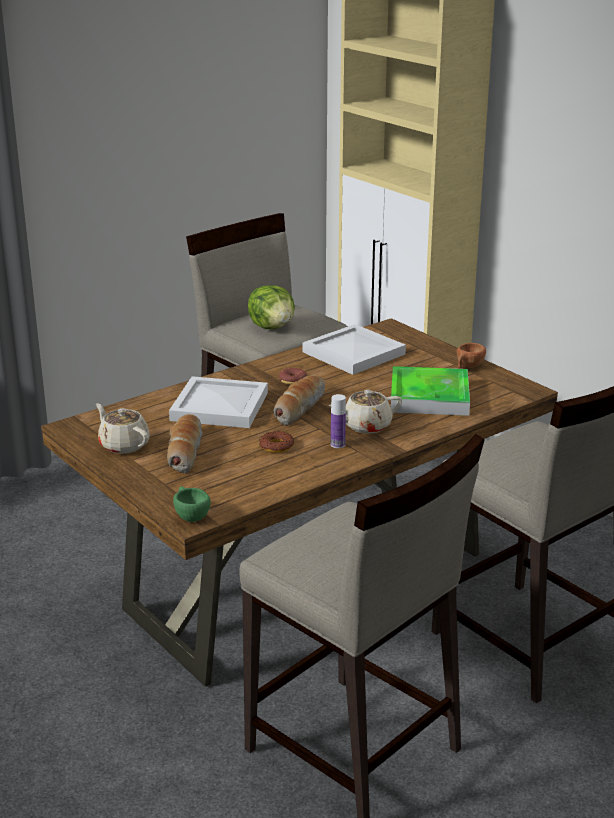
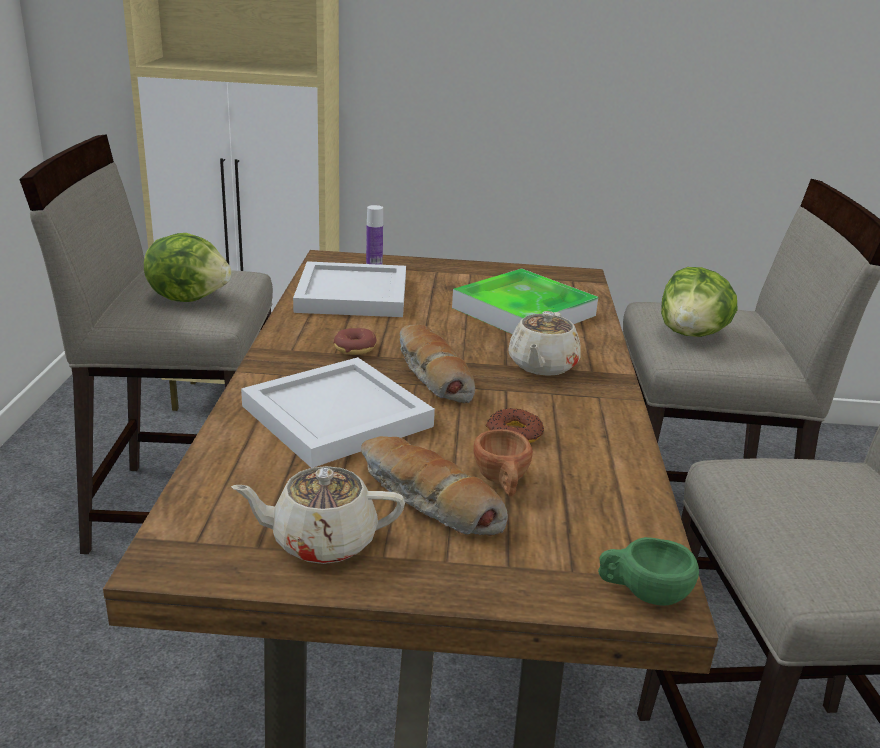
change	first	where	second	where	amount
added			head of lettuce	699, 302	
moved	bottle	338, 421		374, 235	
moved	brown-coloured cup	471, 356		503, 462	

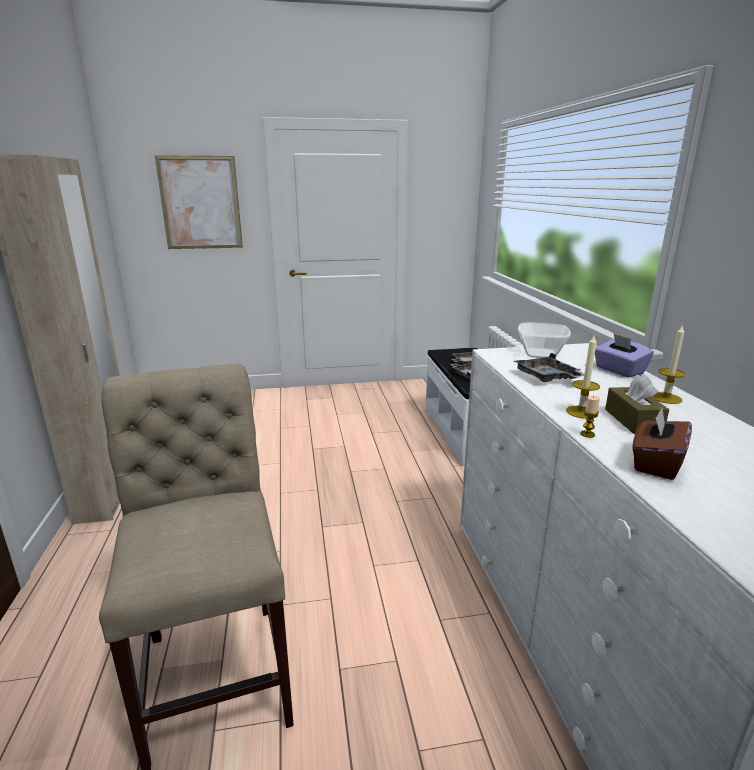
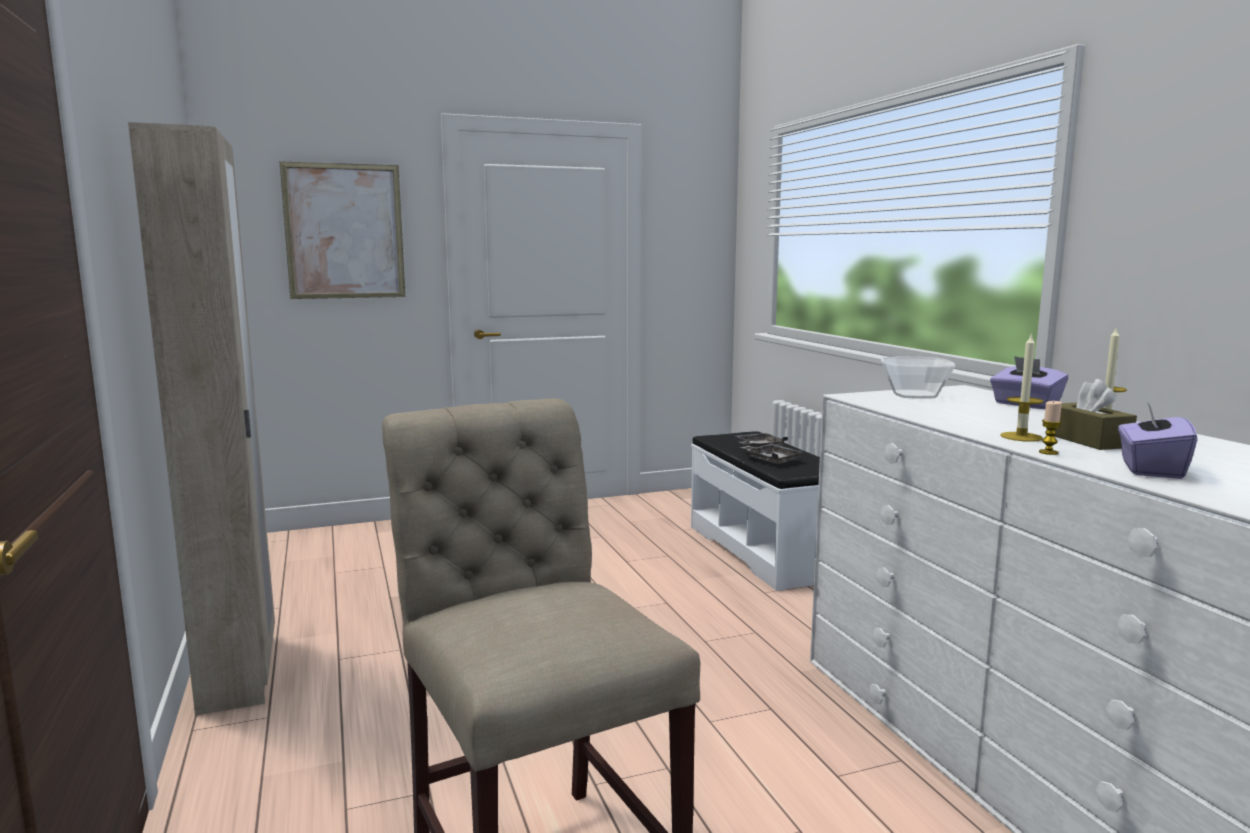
change	first	where	second	where	amount
removed	greyish carrying tray	549, 367			
recoloured	brown-coloured tissue holder	662, 444	purple-coloured tissue holder	1157, 440	

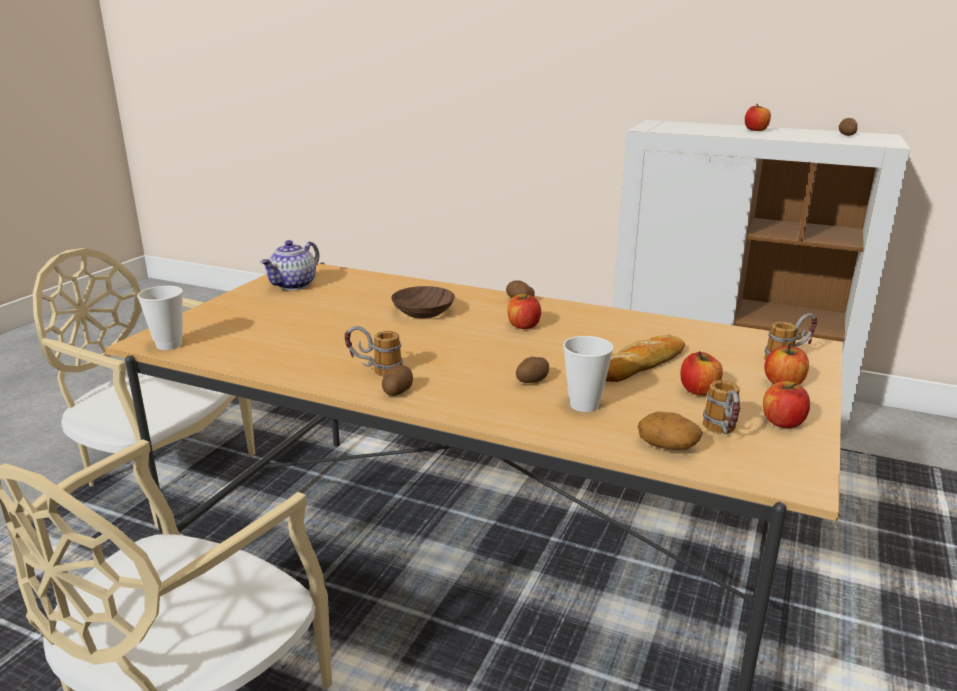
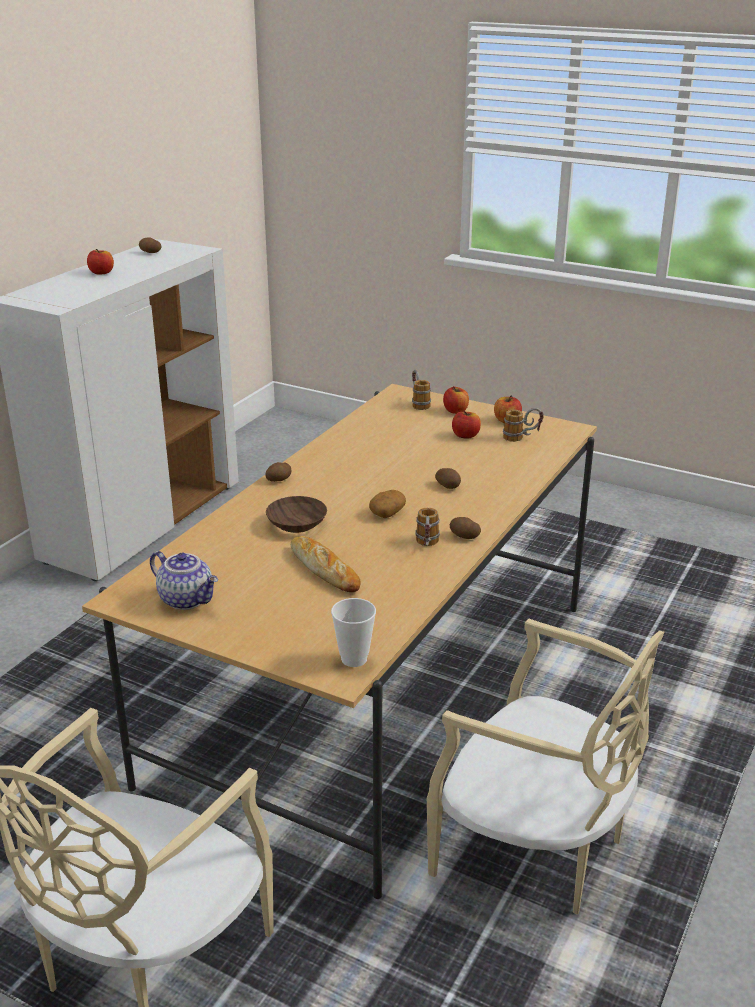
change	first	where	second	where	amount
removed	apple	524, 311			
removed	cup	588, 374			
moved	baked bread	645, 358		326, 564	
moved	spud	670, 431		387, 504	

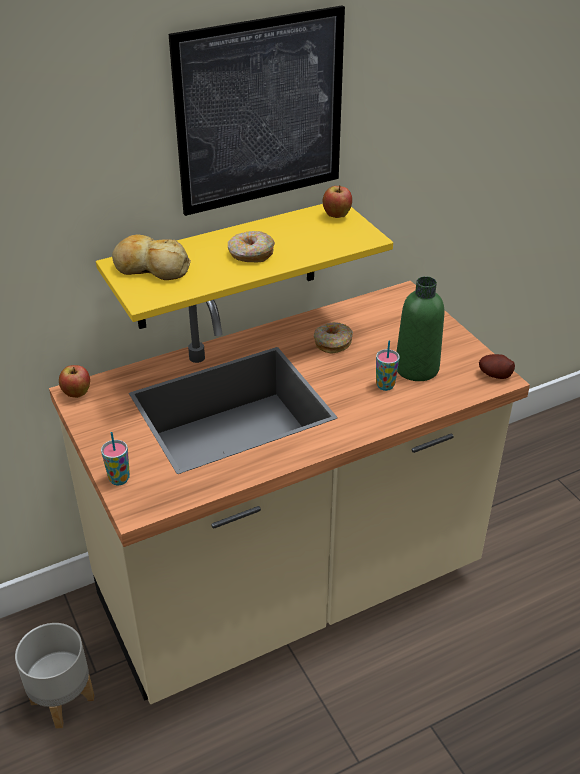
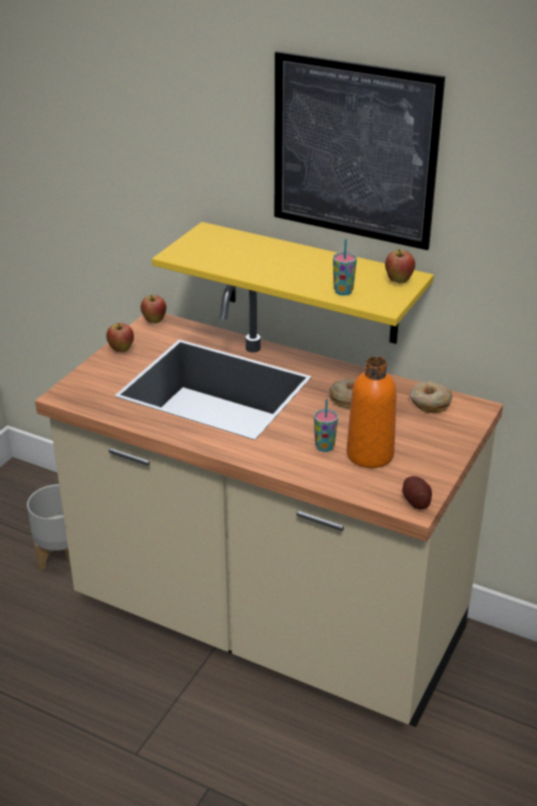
change	first	where	second	where	amount
removed	baked bread	151, 257			
added			apple	120, 337	
moved	cup	115, 458		345, 267	
moved	ring doughnut	251, 246		431, 397	
recoloured	green-coloured bottle	420, 328	orangey bottle	372, 412	

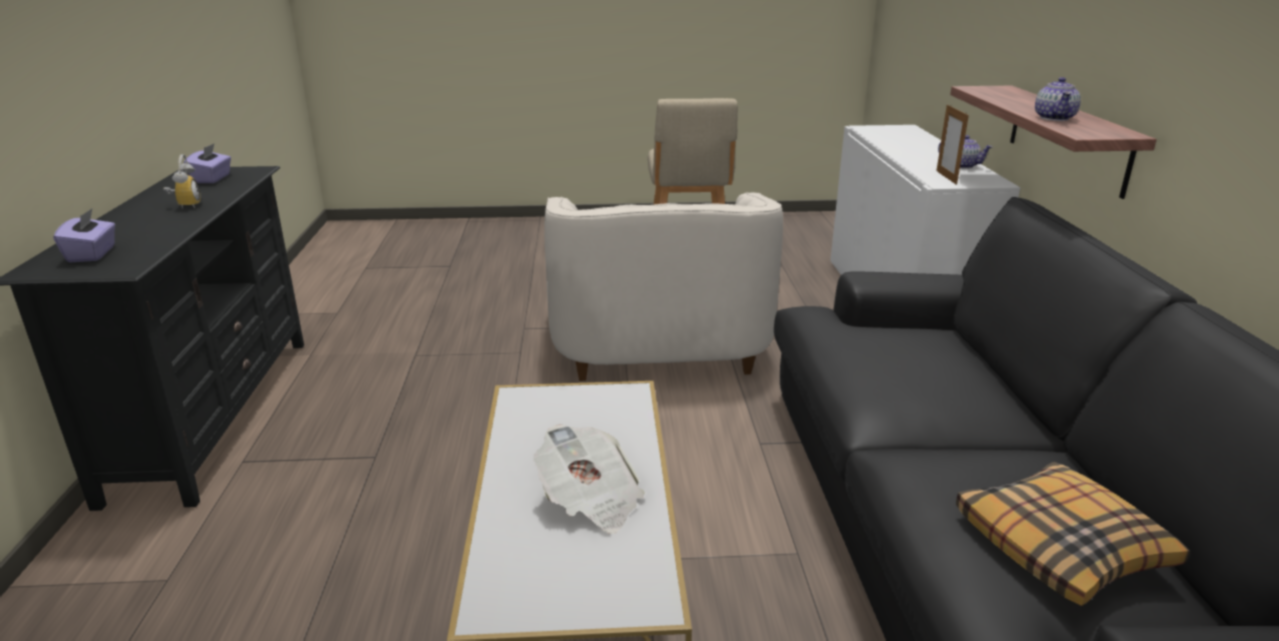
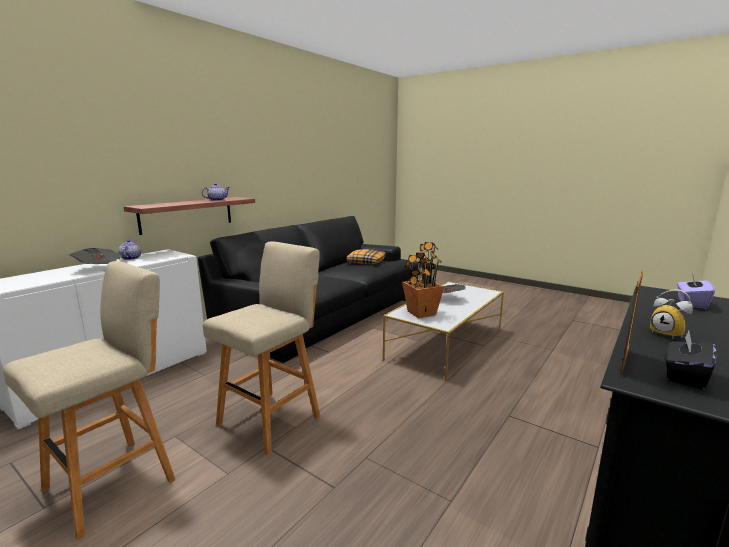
change	first	where	second	where	amount
added			newspaper	95, 256	
added			houseplant	423, 280	
moved	standing frame	953, 144		632, 322	
replaced	white-coloured easy chair	663, 286	sand-coloured sitting stool	262, 348	
recoloured	purple-coloured tissue holder	207, 163	black-coloured tissue holder	691, 360	
turned	bedside clock	182, 181		671, 314	60 degrees counterclockwise

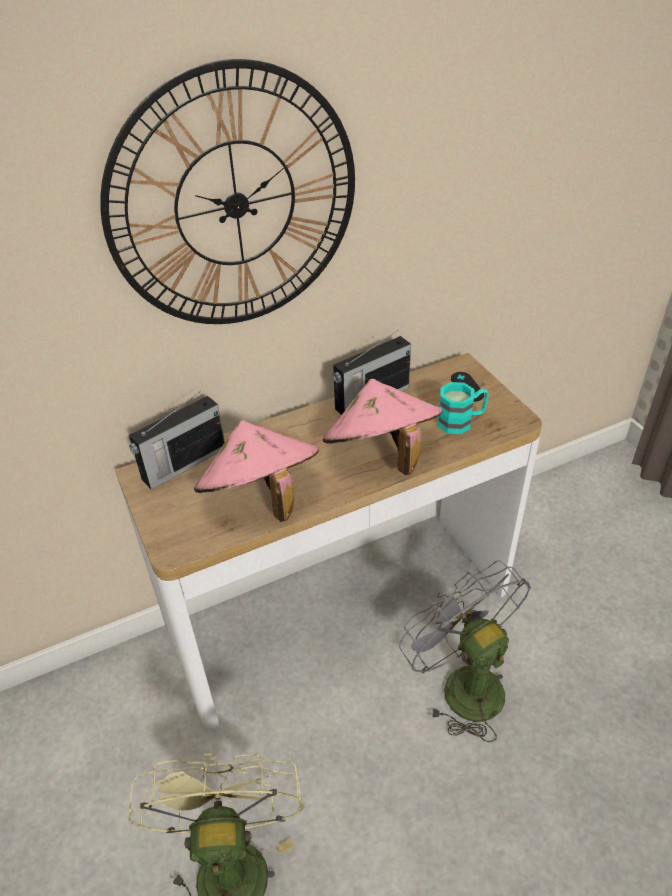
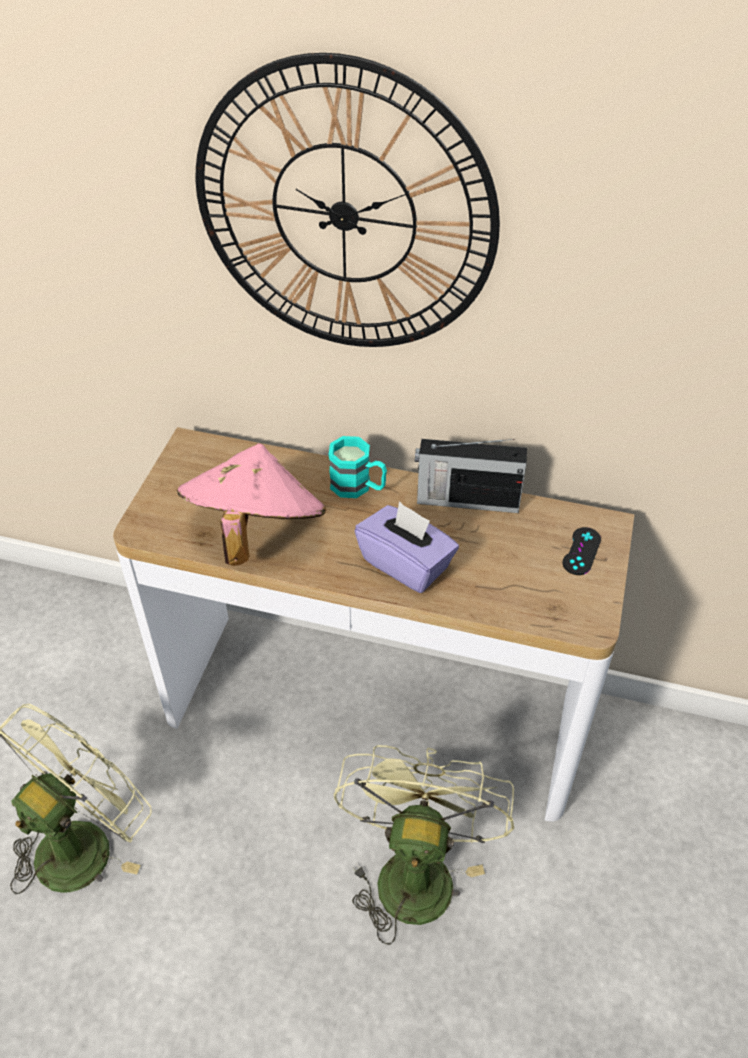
change	first	where	second	where	amount
removed	radio set	177, 441			
moved	turquoise-coloured coffee mug	463, 408		357, 467	
replaced	pinkish wearable hat	382, 427	purple-coloured tissue holder	407, 547	
recoloured	greyish fan	465, 651	green-coloured fan	424, 845	

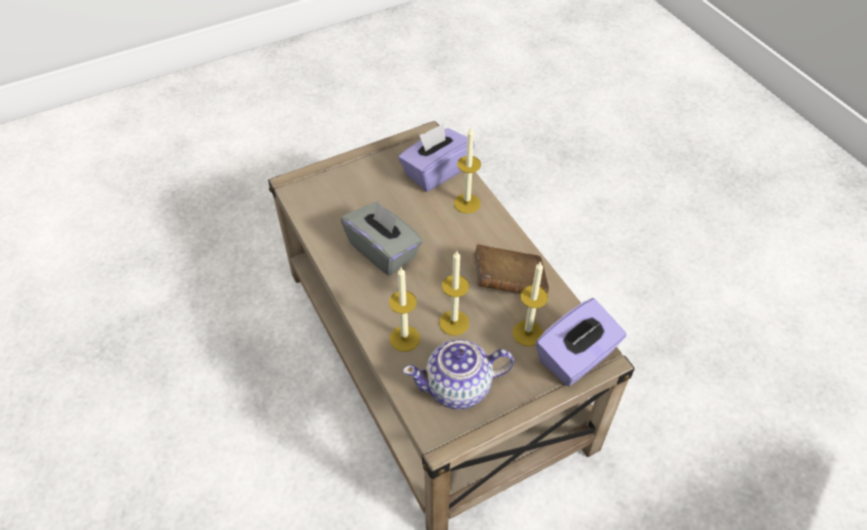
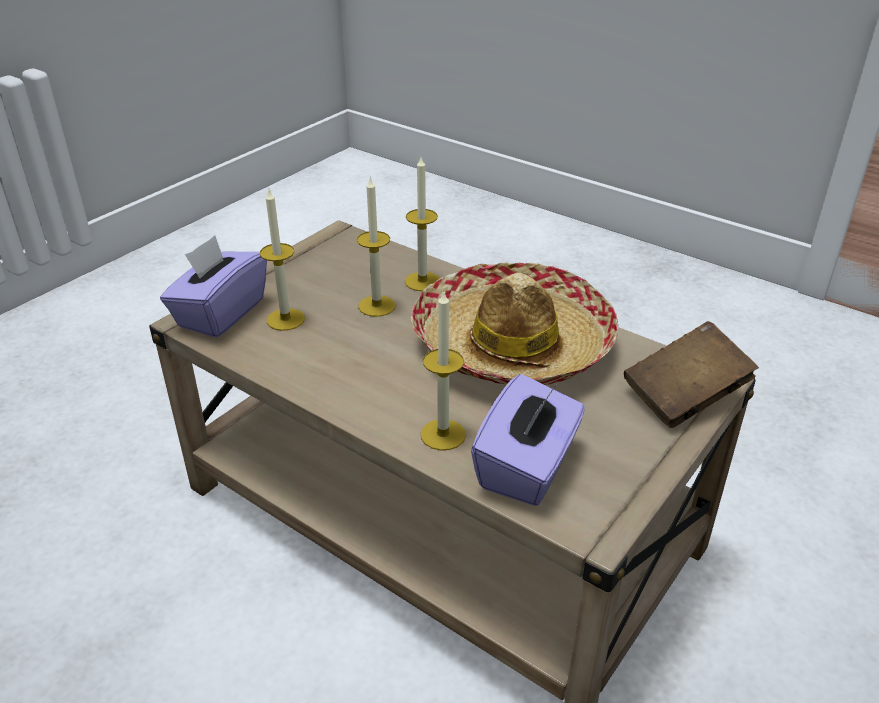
change	first	where	second	where	amount
removed	teapot	458, 374			
moved	brown-coloured bound book	510, 269		691, 374	
replaced	greyish tissue holder	382, 238	wearable hat	514, 323	

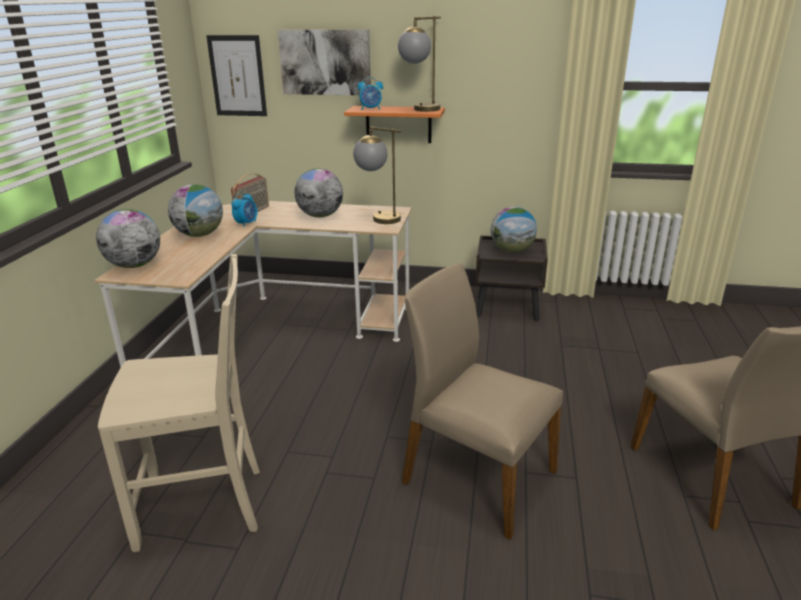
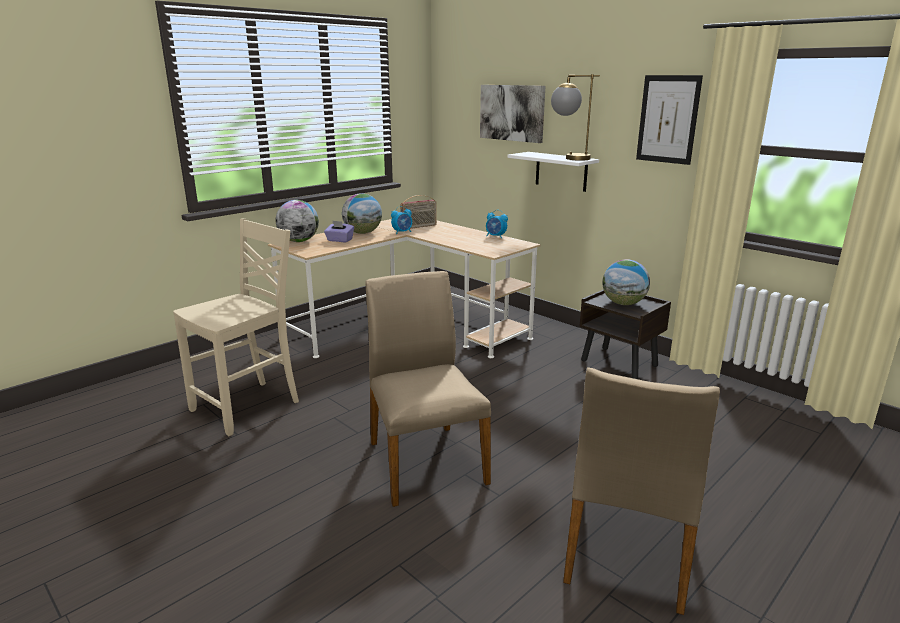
change	first	where	second	where	amount
removed	world globe	319, 193			
removed	lamp for a table	377, 175			
added			purple-coloured tissue holder	339, 231	
moved	wall art	236, 75		669, 120	
moved	bedside clock	370, 93		497, 224	
recoloured	orangey shelf	394, 124	white-coloured shelf	553, 172	
turned	sand-coloured upright chair	179, 403		236, 327	75 degrees counterclockwise

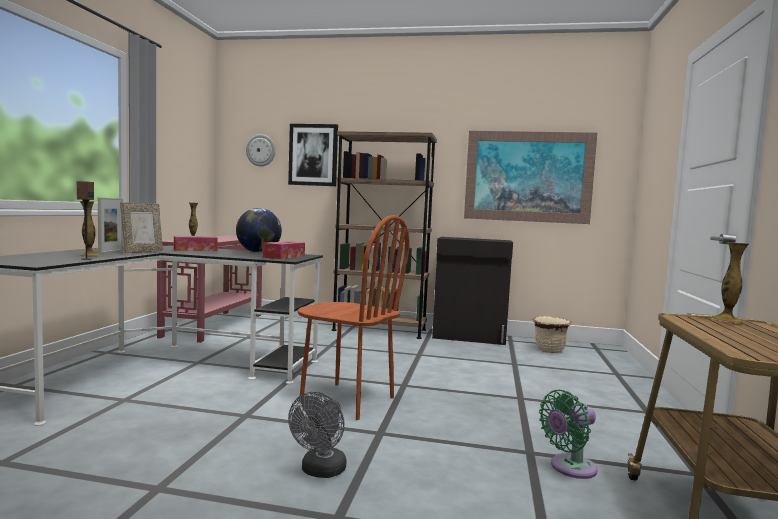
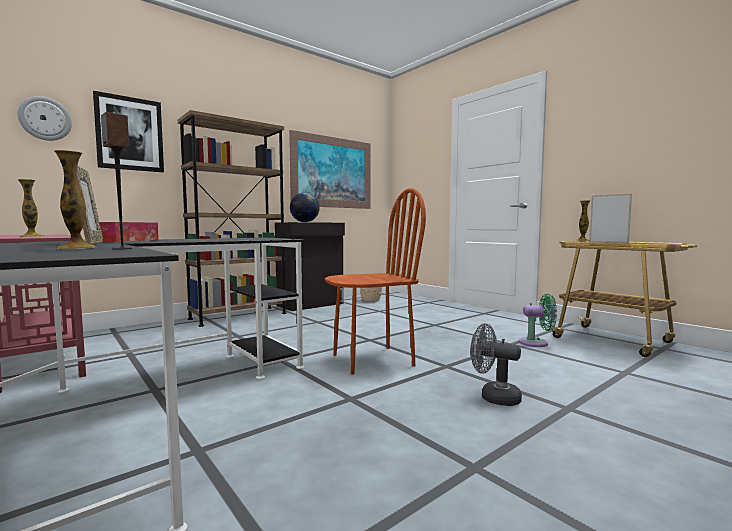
change	first	where	second	where	amount
removed	tissue holder	283, 250			
moved	standing frame	111, 226		610, 218	
moved	world globe	259, 230		305, 207	
turned	greyish fan	317, 435		496, 364	150 degrees clockwise
turned	green-coloured fan	568, 434		538, 320	90 degrees counterclockwise

